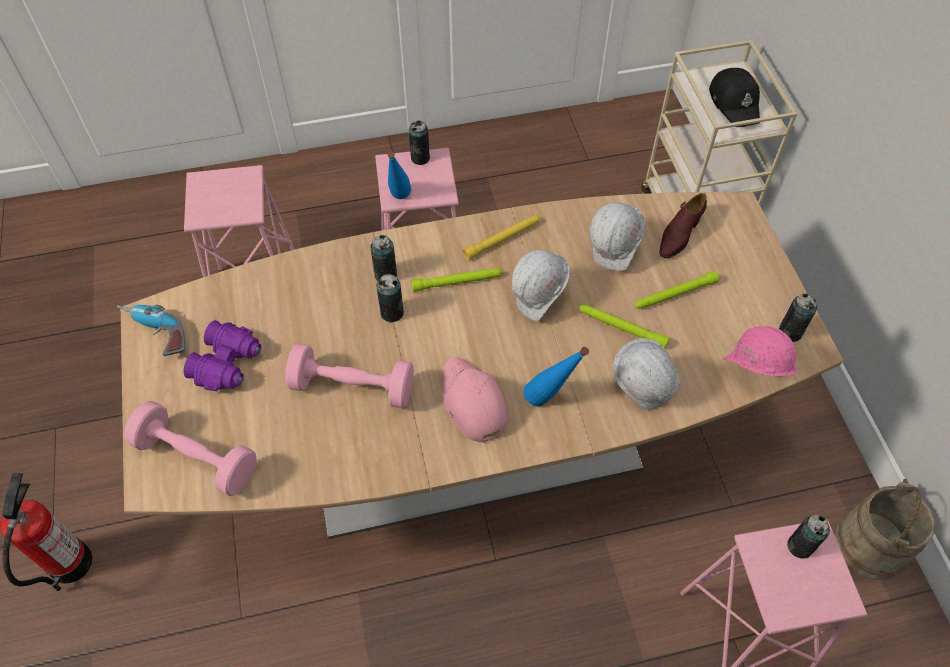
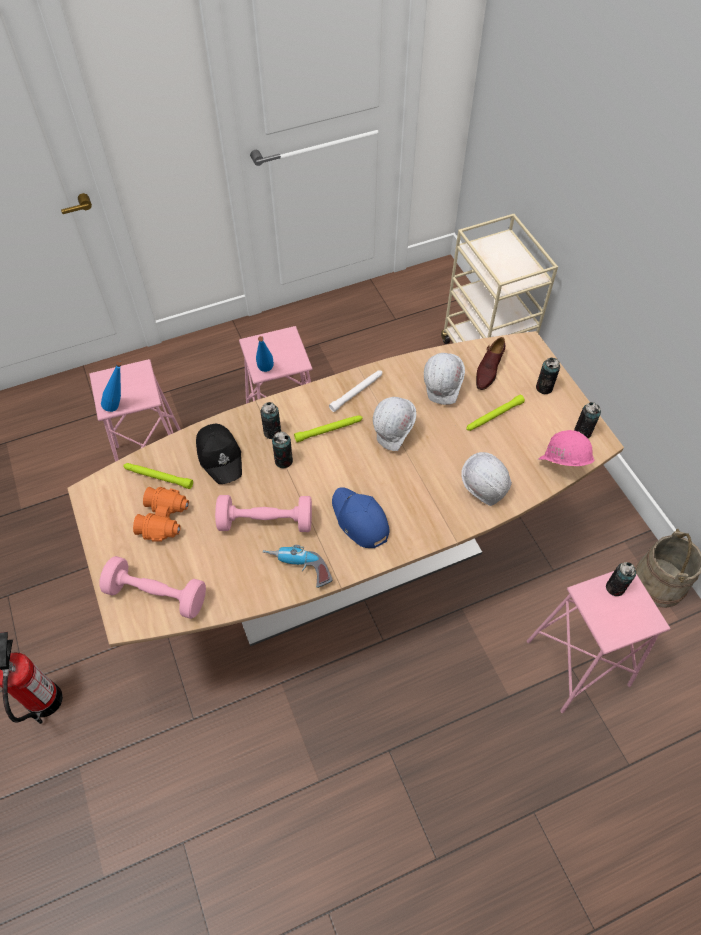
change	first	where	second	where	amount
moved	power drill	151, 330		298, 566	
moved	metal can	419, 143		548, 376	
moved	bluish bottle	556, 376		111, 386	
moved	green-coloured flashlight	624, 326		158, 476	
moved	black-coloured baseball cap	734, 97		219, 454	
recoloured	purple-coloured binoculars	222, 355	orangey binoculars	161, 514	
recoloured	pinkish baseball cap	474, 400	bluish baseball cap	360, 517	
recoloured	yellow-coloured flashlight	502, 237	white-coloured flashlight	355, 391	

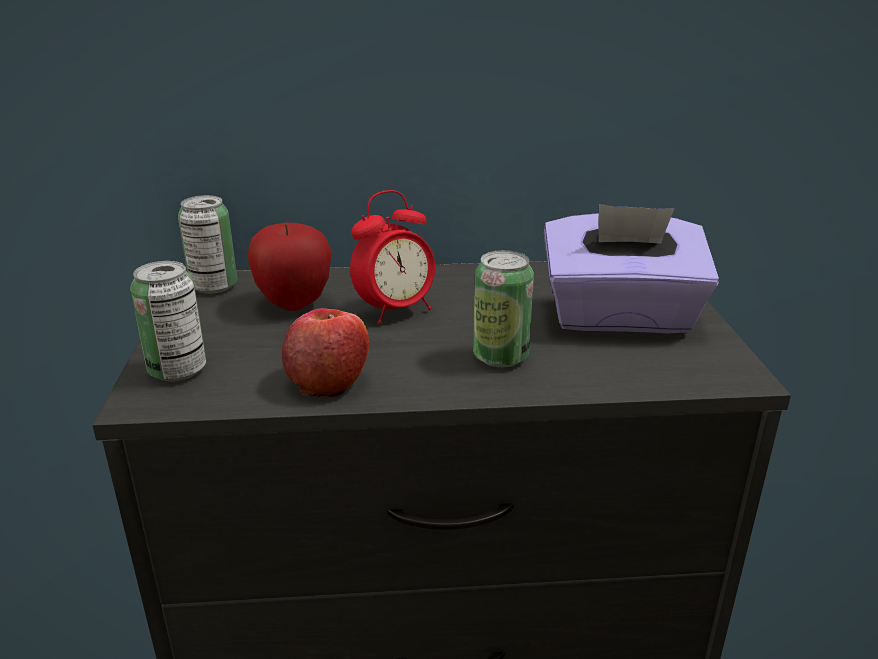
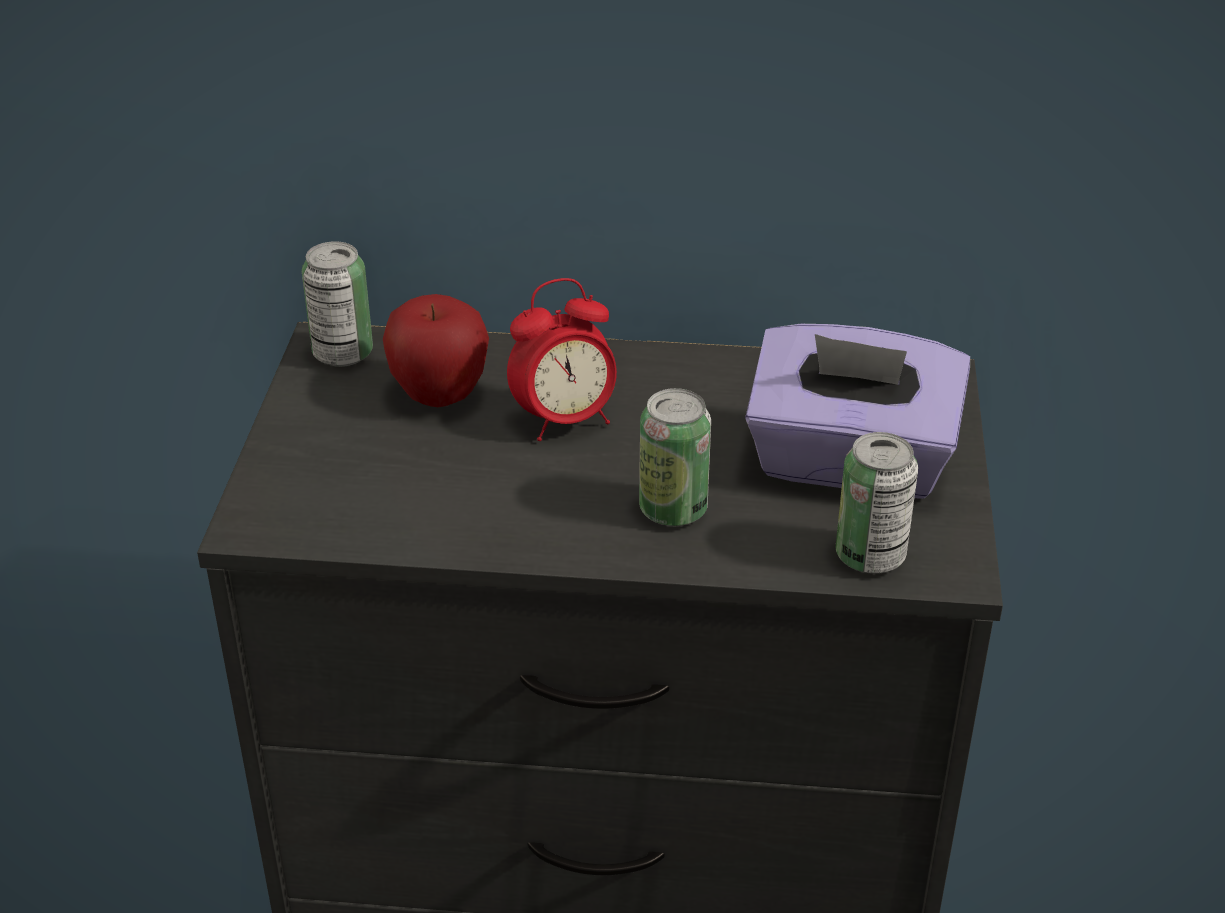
change	first	where	second	where	amount
removed	apple	325, 353			
moved	metal can	168, 321		876, 503	

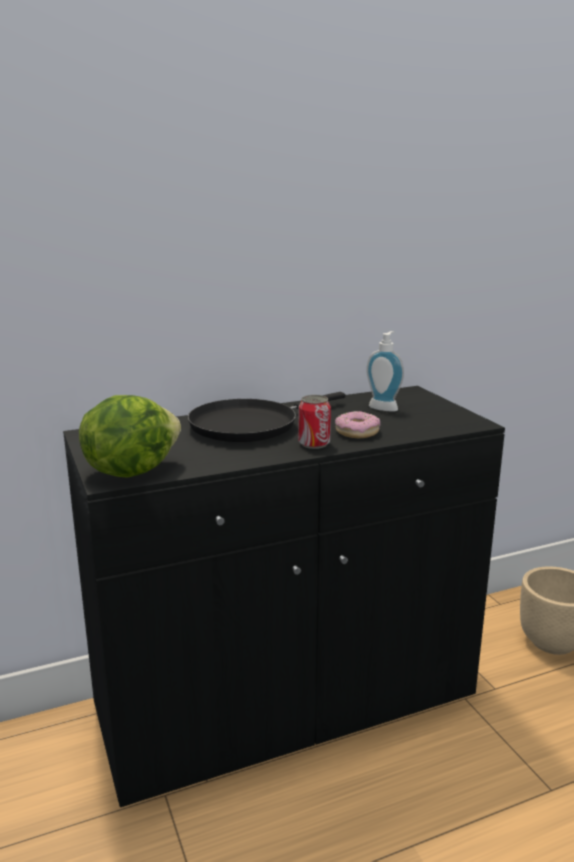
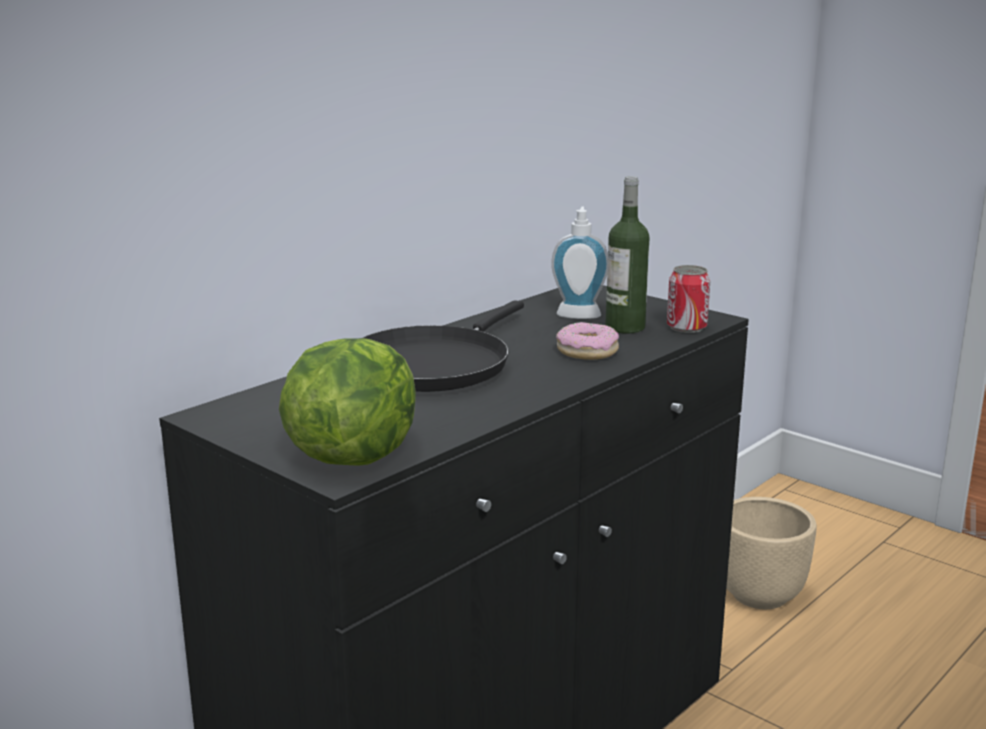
change	first	where	second	where	amount
added			bottle	627, 255	
moved	metal can	314, 422		688, 299	

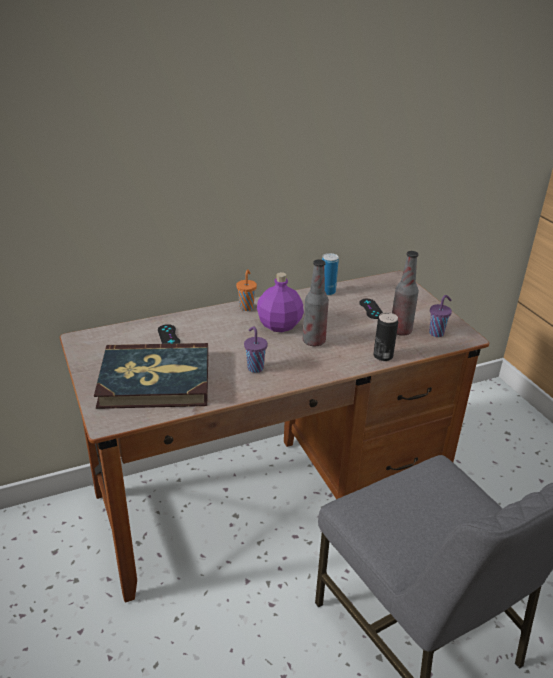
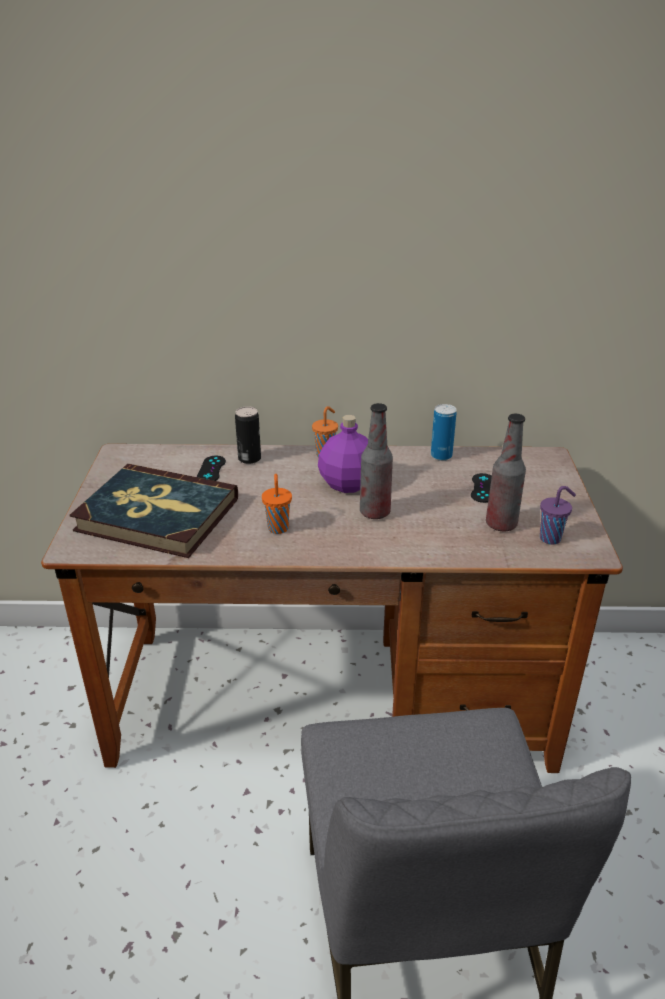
change	first	where	second	where	amount
moved	metal can	385, 336		248, 435	
recoloured	purple-coloured cup	256, 349	orangey cup	277, 504	

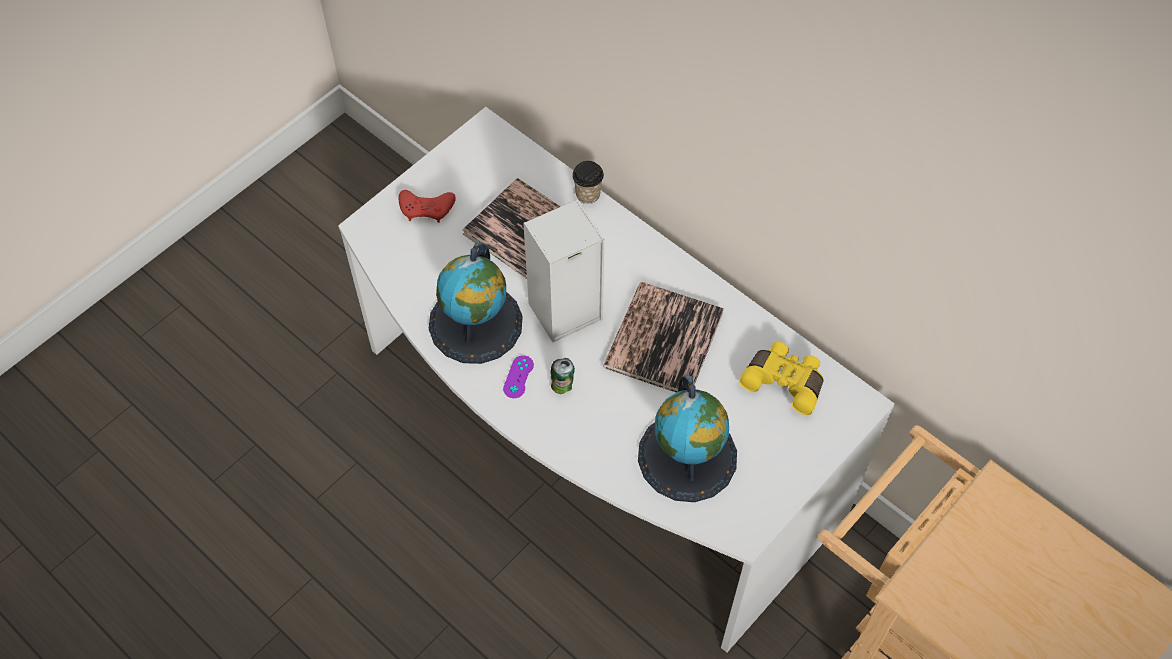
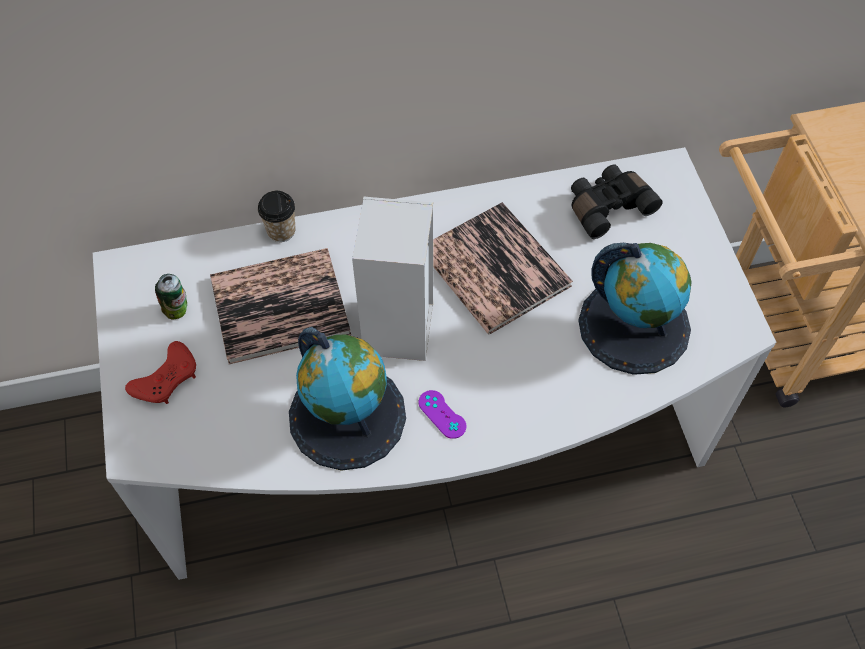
change	first	where	second	where	amount
moved	metal can	563, 376		171, 296	
recoloured	yellow-coloured binoculars	781, 378	black-coloured binoculars	617, 201	

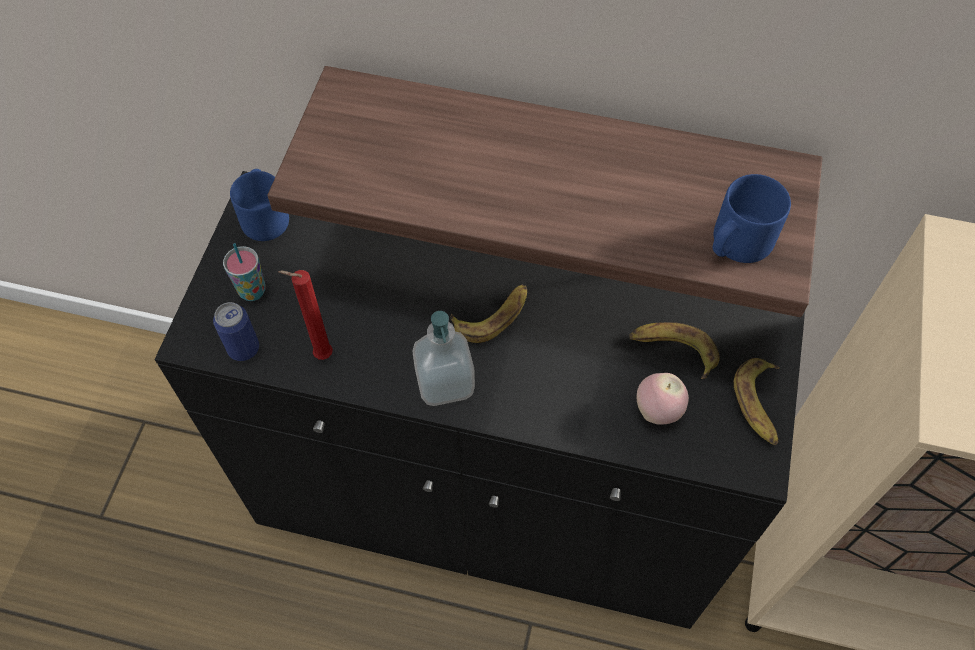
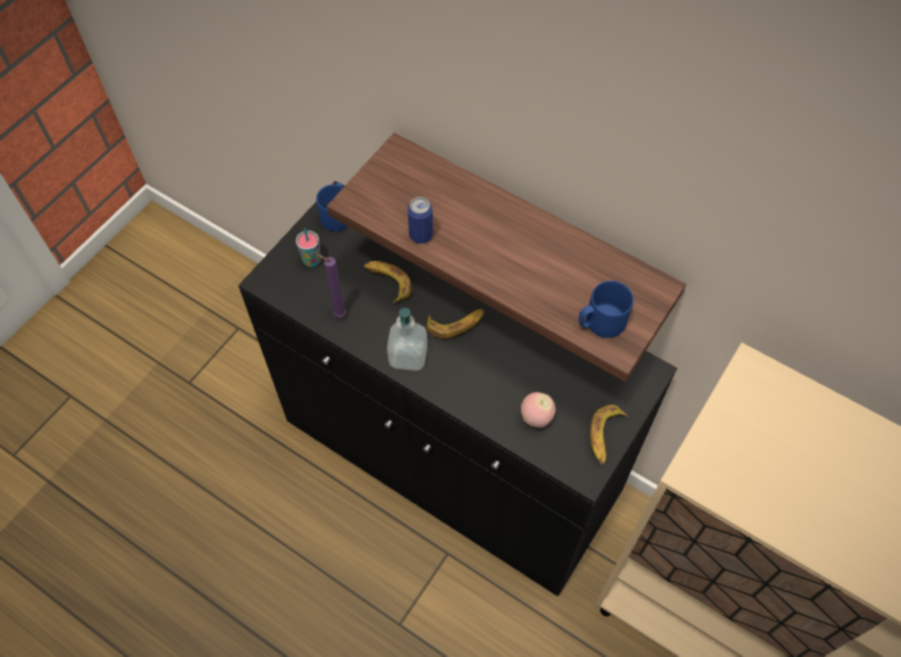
change	first	where	second	where	amount
moved	metal can	236, 331		420, 220	
moved	whole banana	674, 350		388, 282	
recoloured	red-coloured candle	305, 315	purple-coloured candle	331, 286	

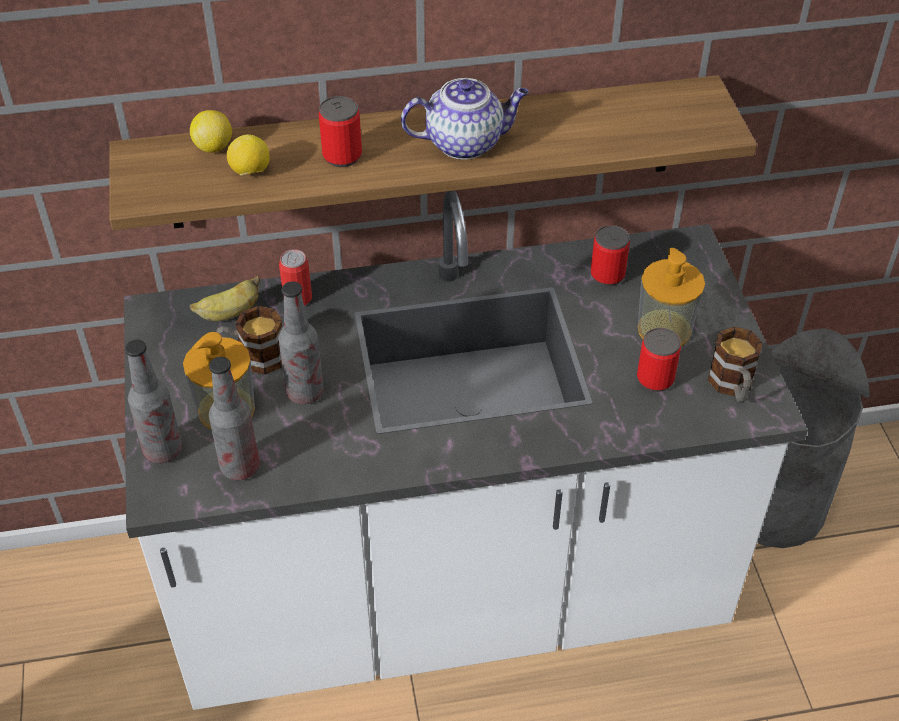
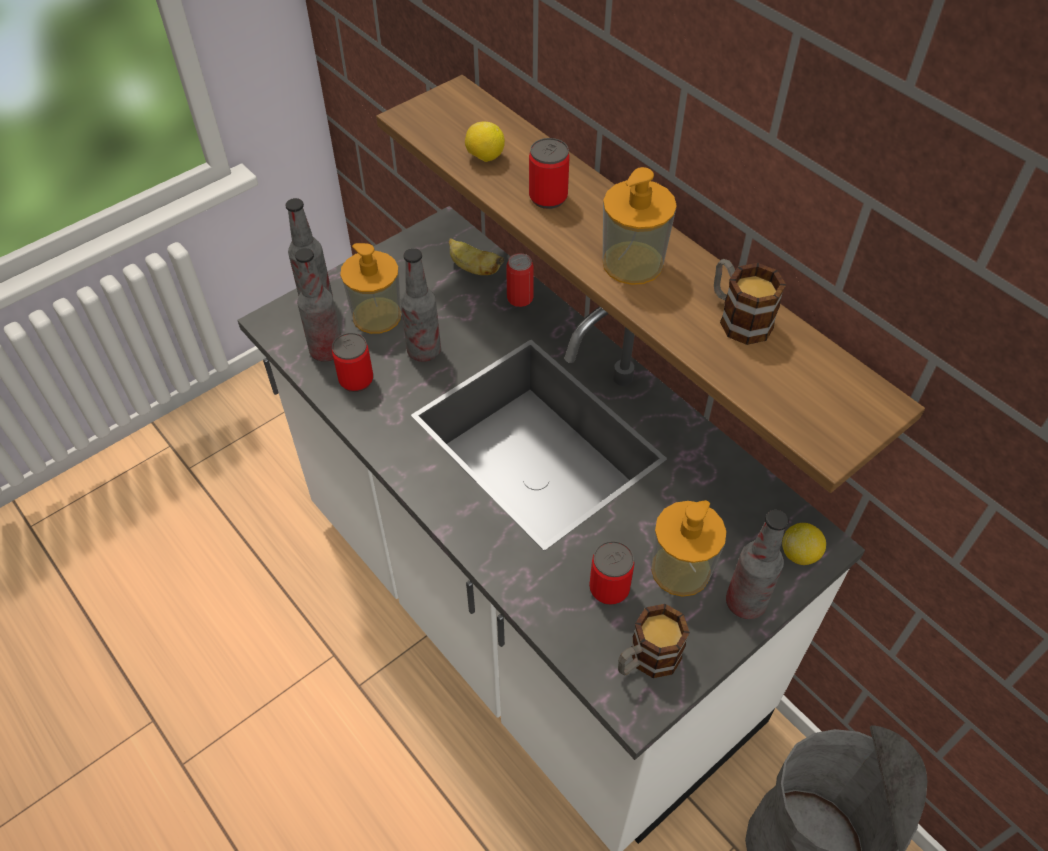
change	first	where	second	where	amount
added			bottle	757, 564	
moved	whole lemon	211, 131		804, 544	
moved	coffee mug	249, 340		750, 302	
moved	metal can	610, 255		352, 362	
replaced	teapot	465, 119	liquid soap bottle	640, 226	

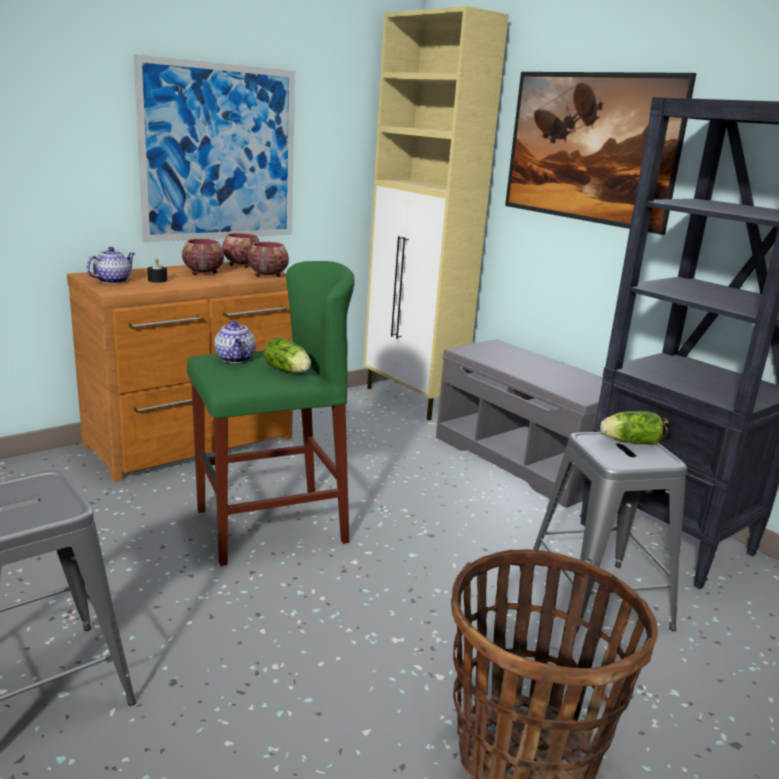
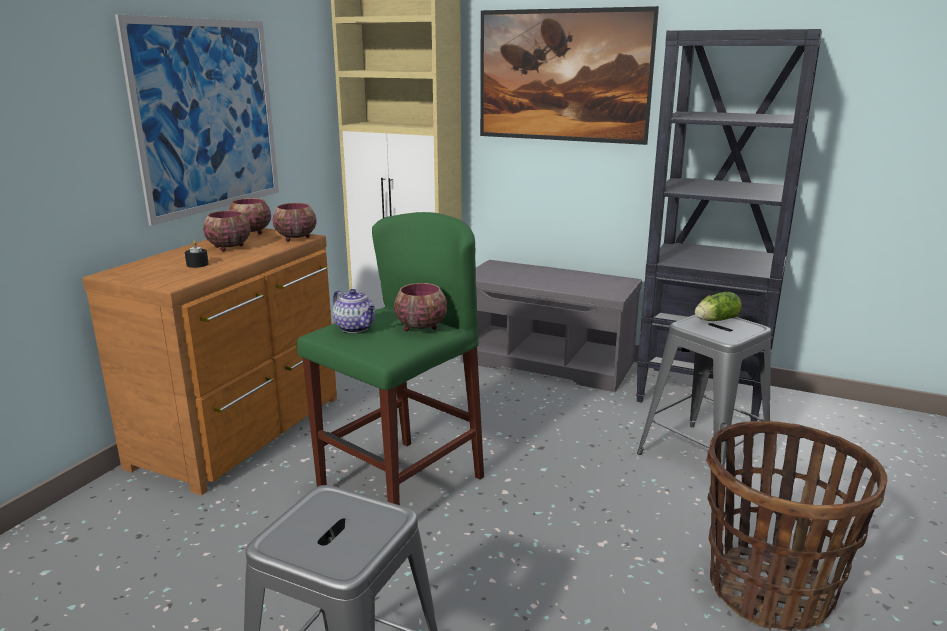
change	first	where	second	where	amount
removed	teapot	110, 265			
replaced	head of lettuce	287, 355	serving bowl	420, 307	

